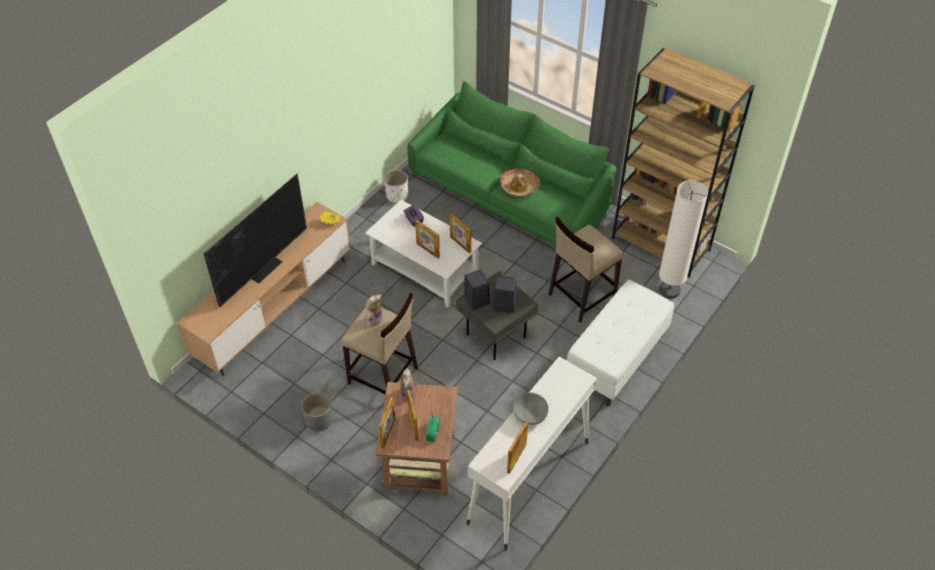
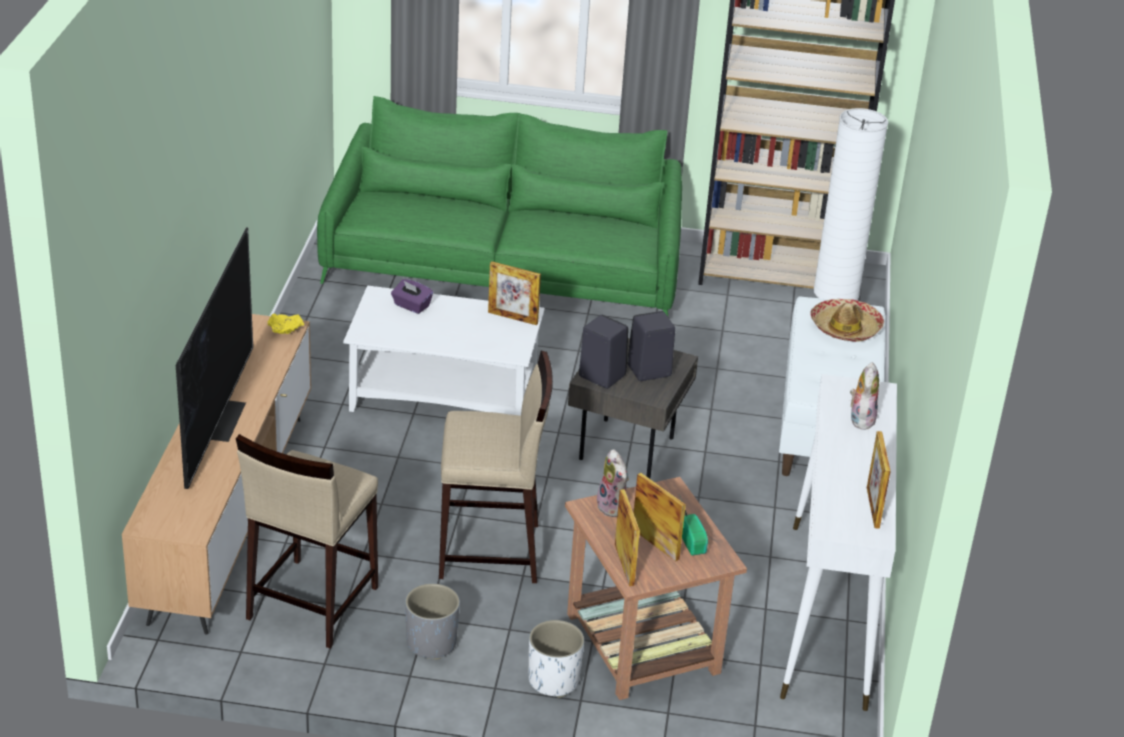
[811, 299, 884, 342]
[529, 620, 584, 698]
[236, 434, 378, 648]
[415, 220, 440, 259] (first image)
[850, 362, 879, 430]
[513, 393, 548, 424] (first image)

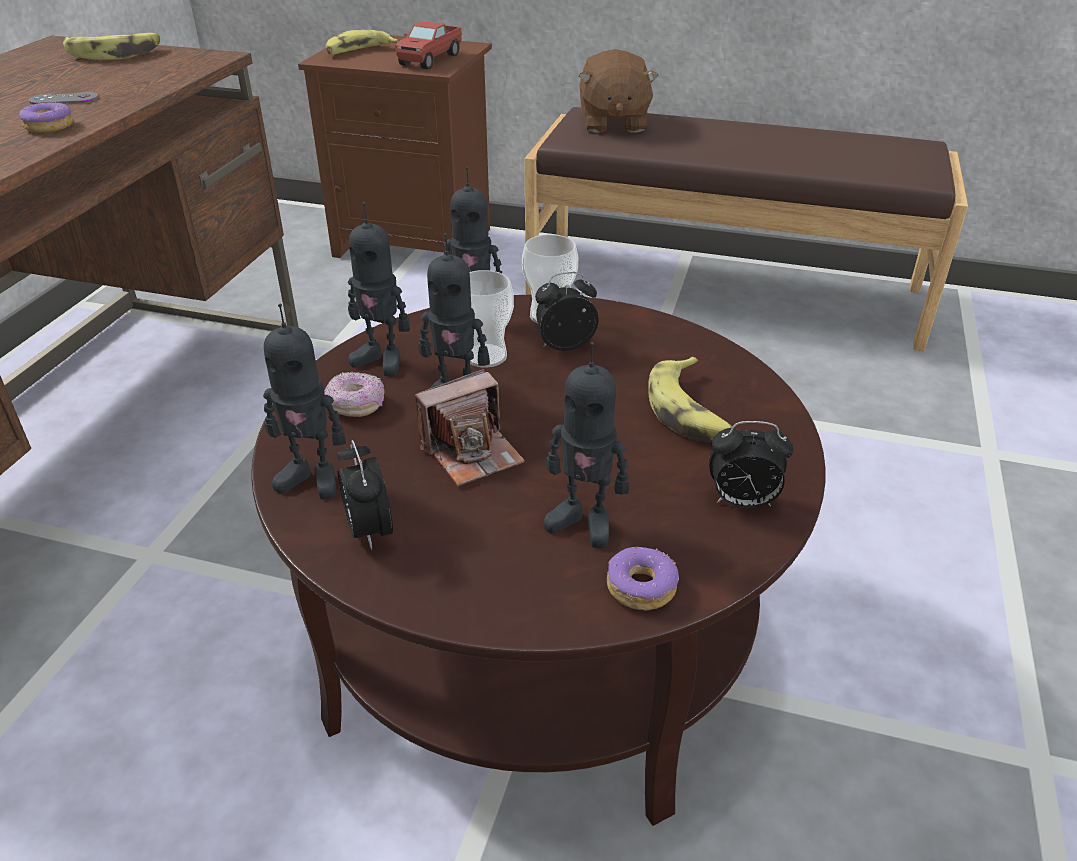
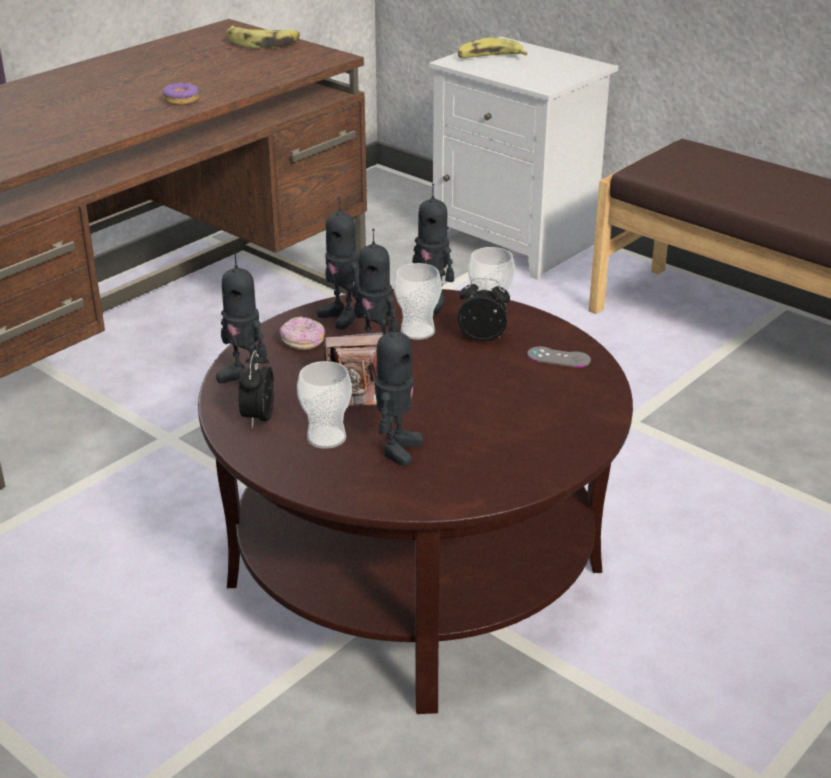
[395, 21, 462, 69] (first image)
[429, 37, 618, 280]
[579, 49, 659, 133] (first image)
[527, 346, 591, 368]
[375, 315, 424, 466]
[648, 357, 732, 442] (first image)
[709, 421, 793, 508] (first image)
[606, 547, 679, 611] (first image)
[297, 361, 352, 449]

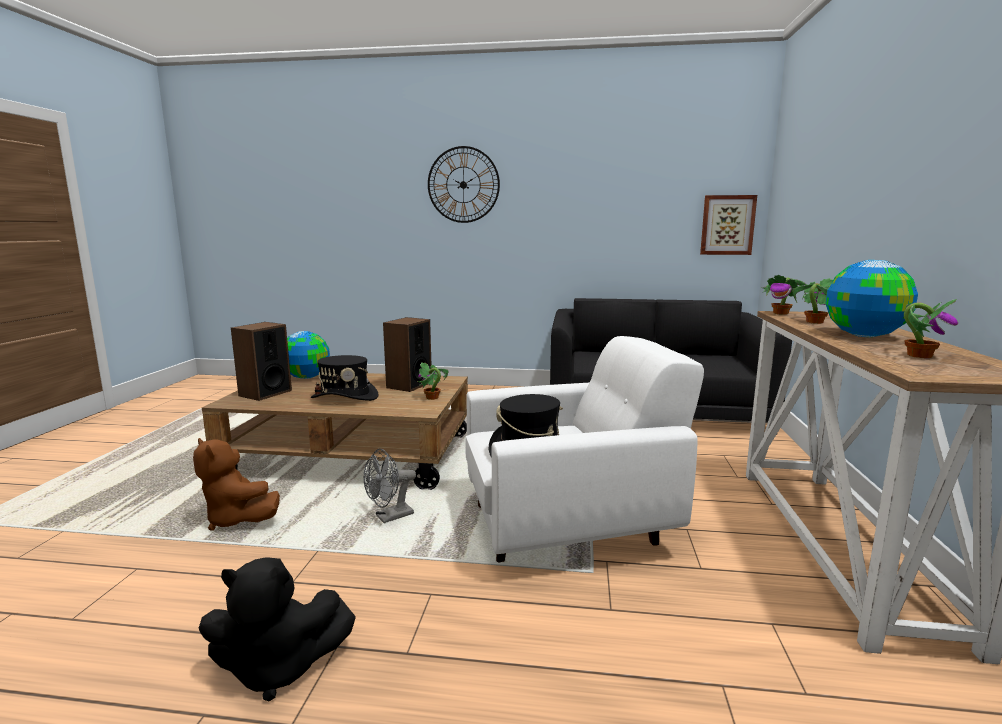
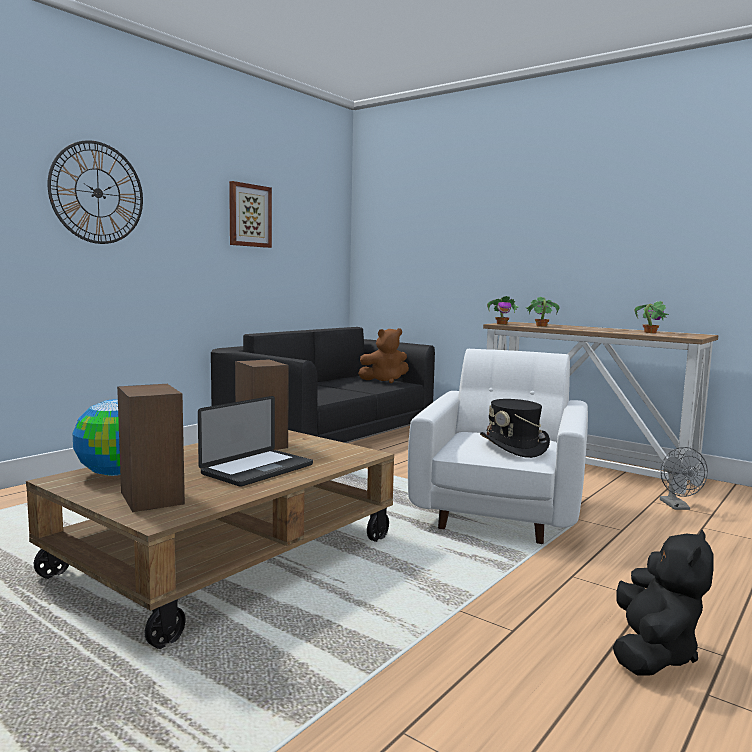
[229, 181, 272, 248]
[825, 260, 918, 337] (first image)
[198, 396, 313, 487]
[417, 362, 448, 400] (first image)
[358, 328, 409, 383]
[660, 447, 708, 510]

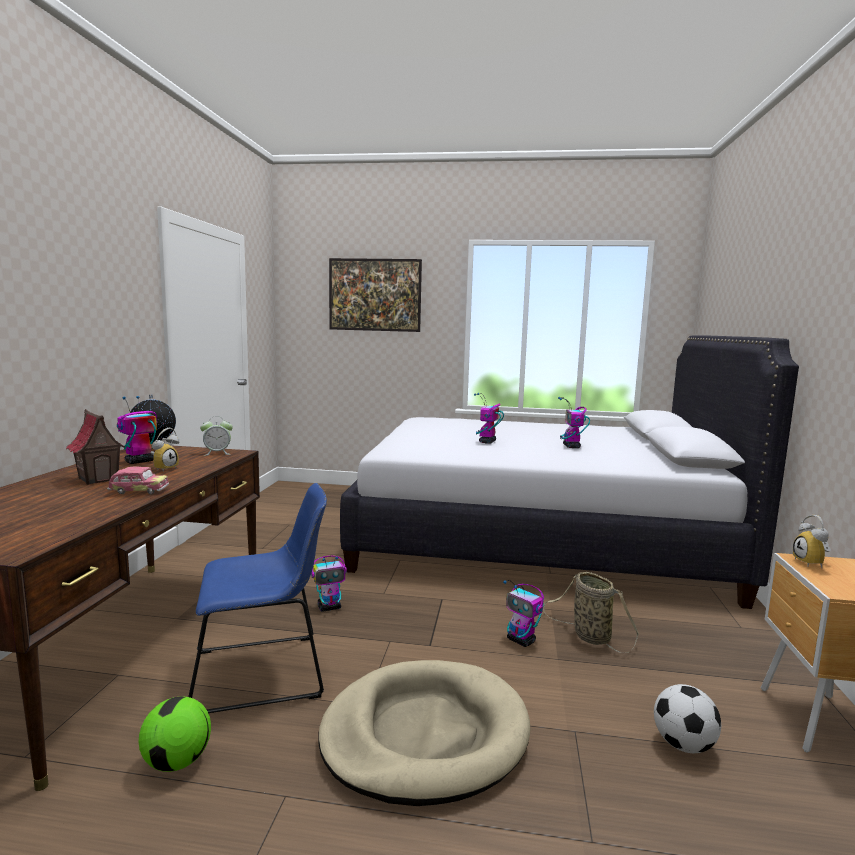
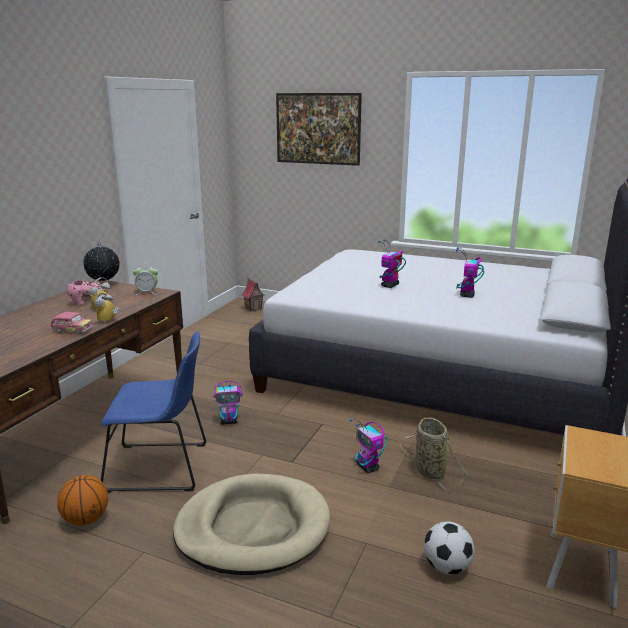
[66, 280, 102, 306]
[241, 277, 265, 312]
[94, 289, 119, 324]
[57, 475, 108, 526]

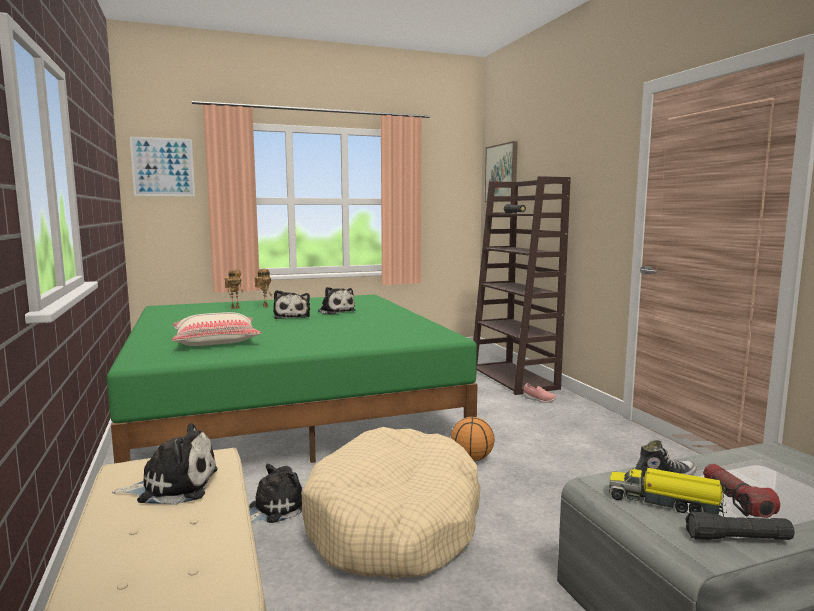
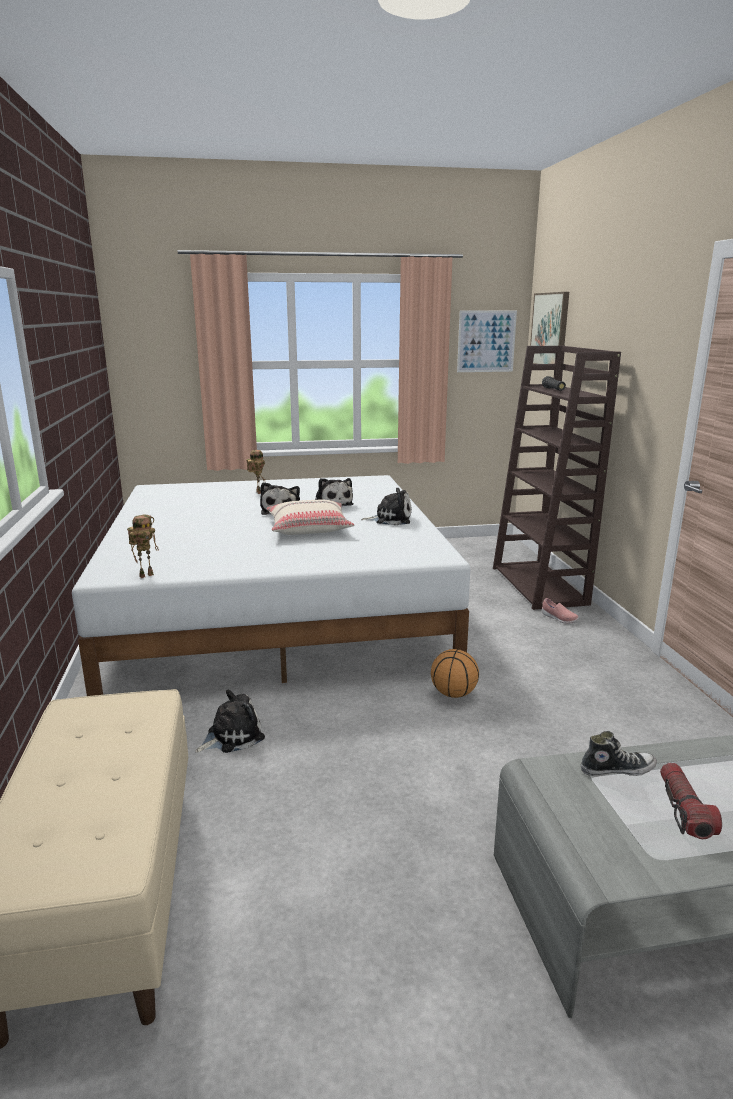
[457, 311, 517, 372]
[127, 515, 159, 578]
[72, 475, 470, 696]
[266, 500, 354, 535]
[361, 488, 412, 525]
[302, 427, 481, 579] (first image)
[609, 468, 727, 517] (first image)
[686, 512, 794, 540] (first image)

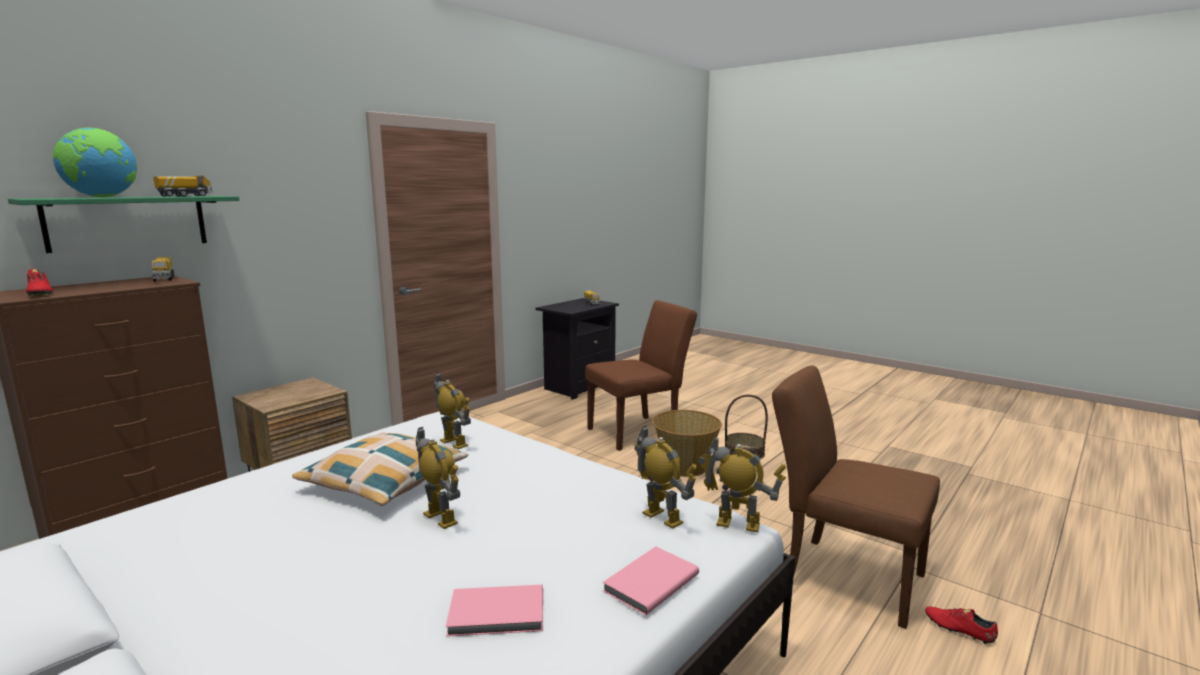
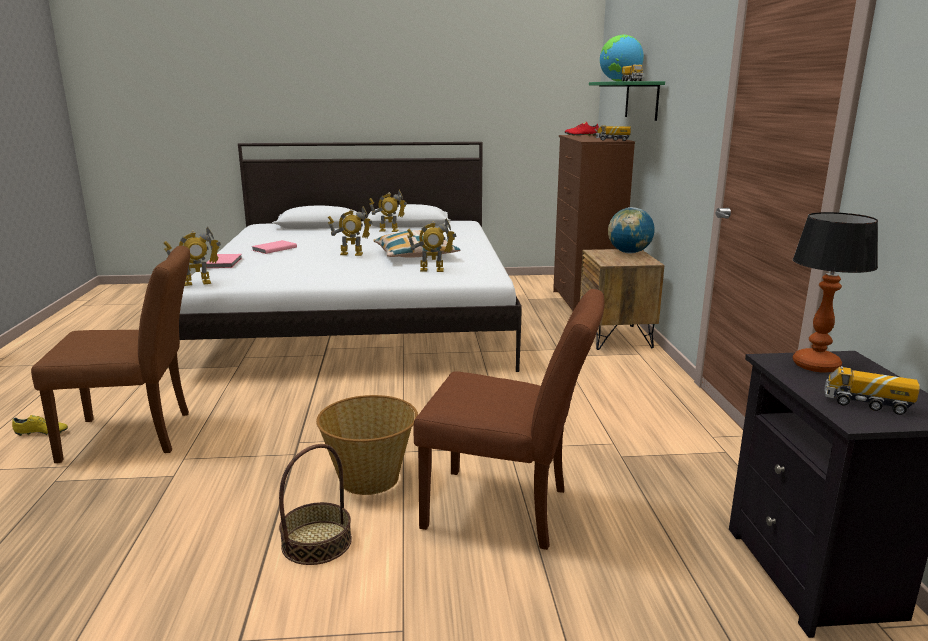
[413, 289, 604, 550]
[369, 190, 407, 232]
[12, 415, 68, 436]
[608, 207, 655, 254]
[792, 212, 878, 373]

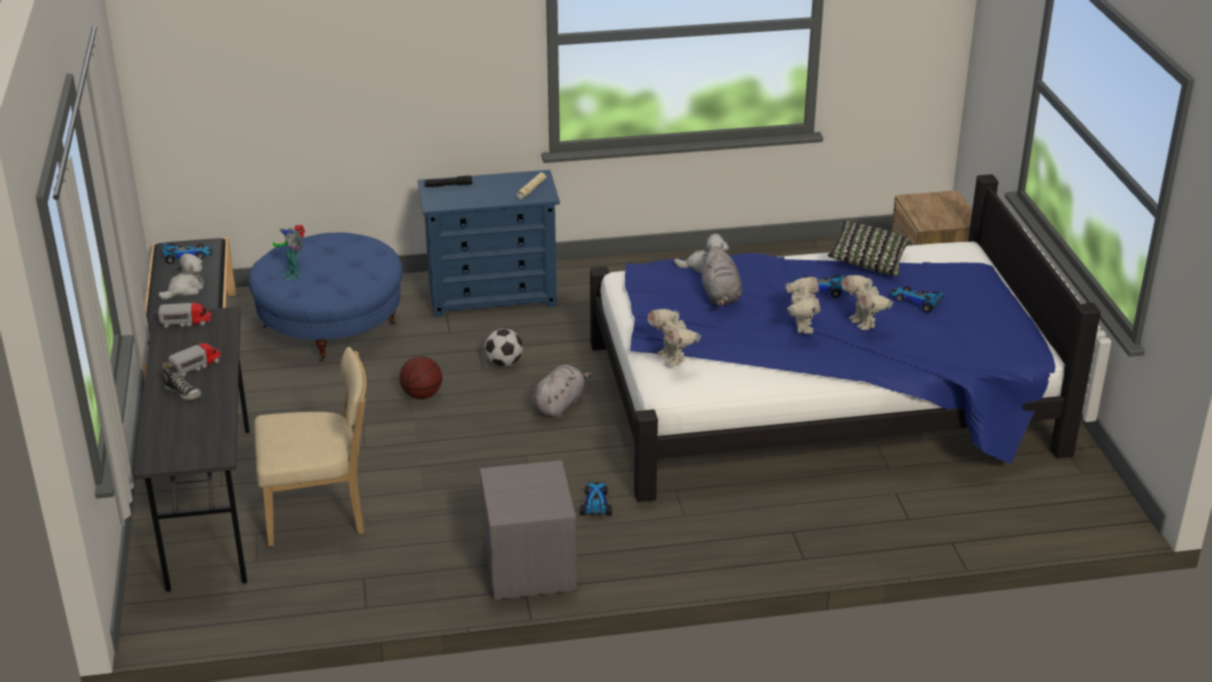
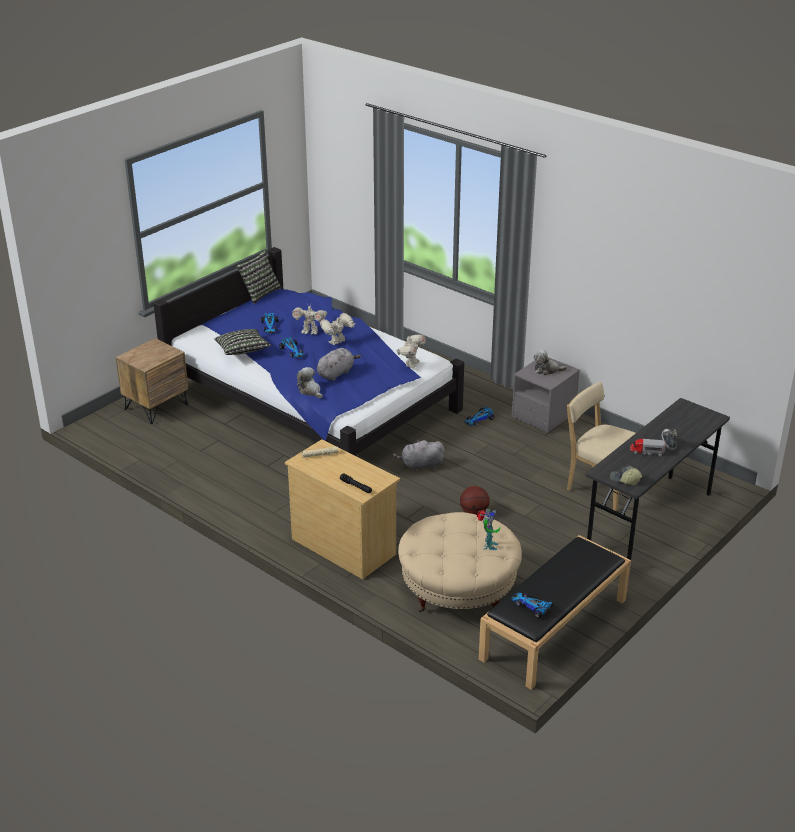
[285, 439, 400, 579]
[398, 512, 522, 612]
[533, 349, 567, 375]
[292, 306, 327, 335]
[610, 466, 642, 485]
[484, 328, 523, 367] (first image)
[236, 250, 282, 304]

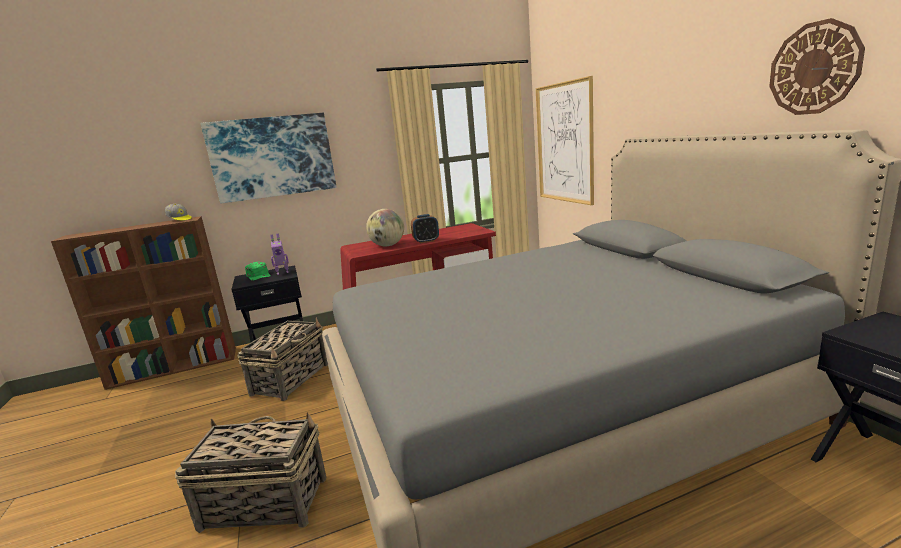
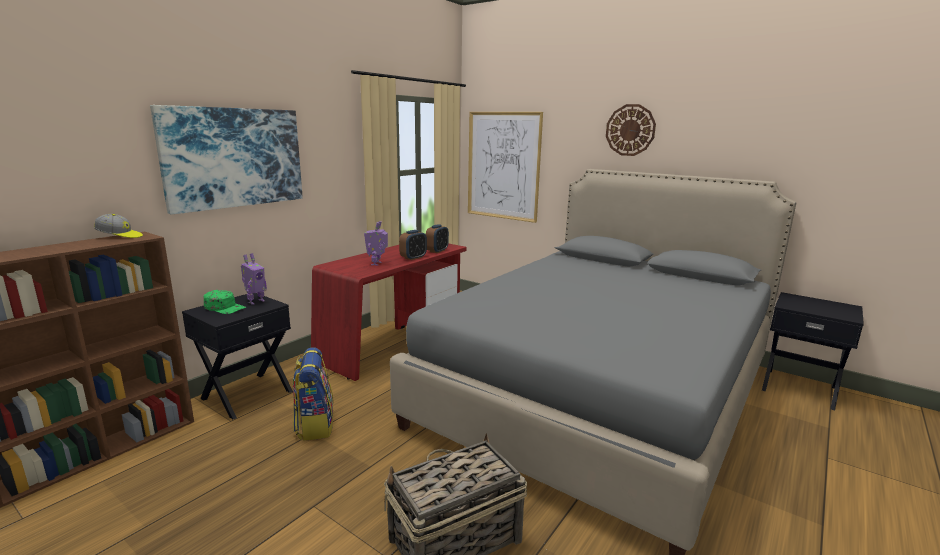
[606, 104, 656, 156]
[364, 221, 388, 266]
[293, 347, 334, 441]
[426, 224, 449, 253]

